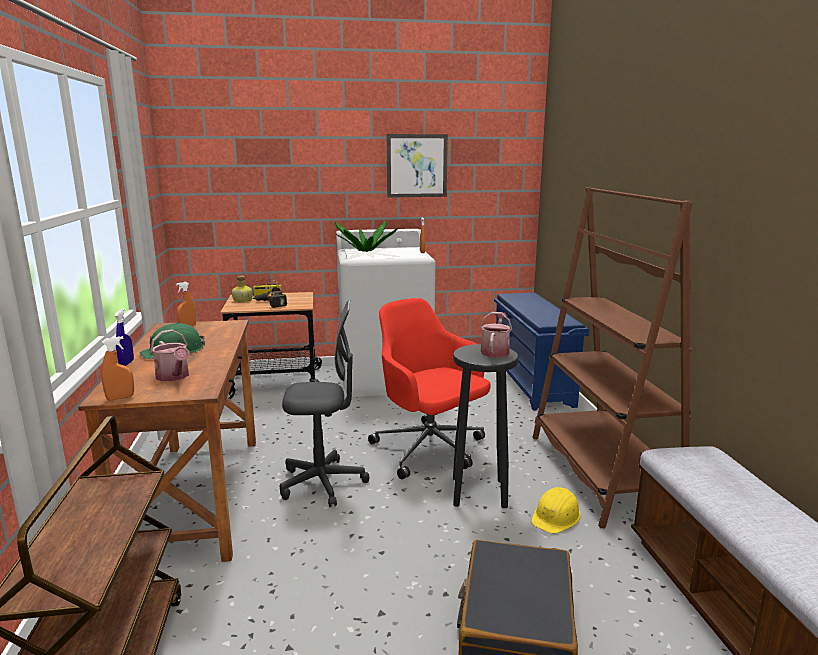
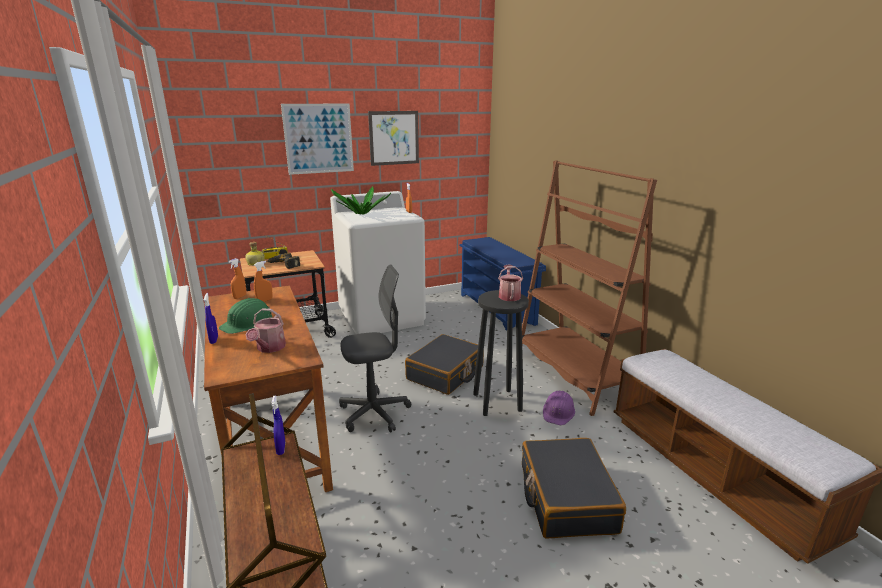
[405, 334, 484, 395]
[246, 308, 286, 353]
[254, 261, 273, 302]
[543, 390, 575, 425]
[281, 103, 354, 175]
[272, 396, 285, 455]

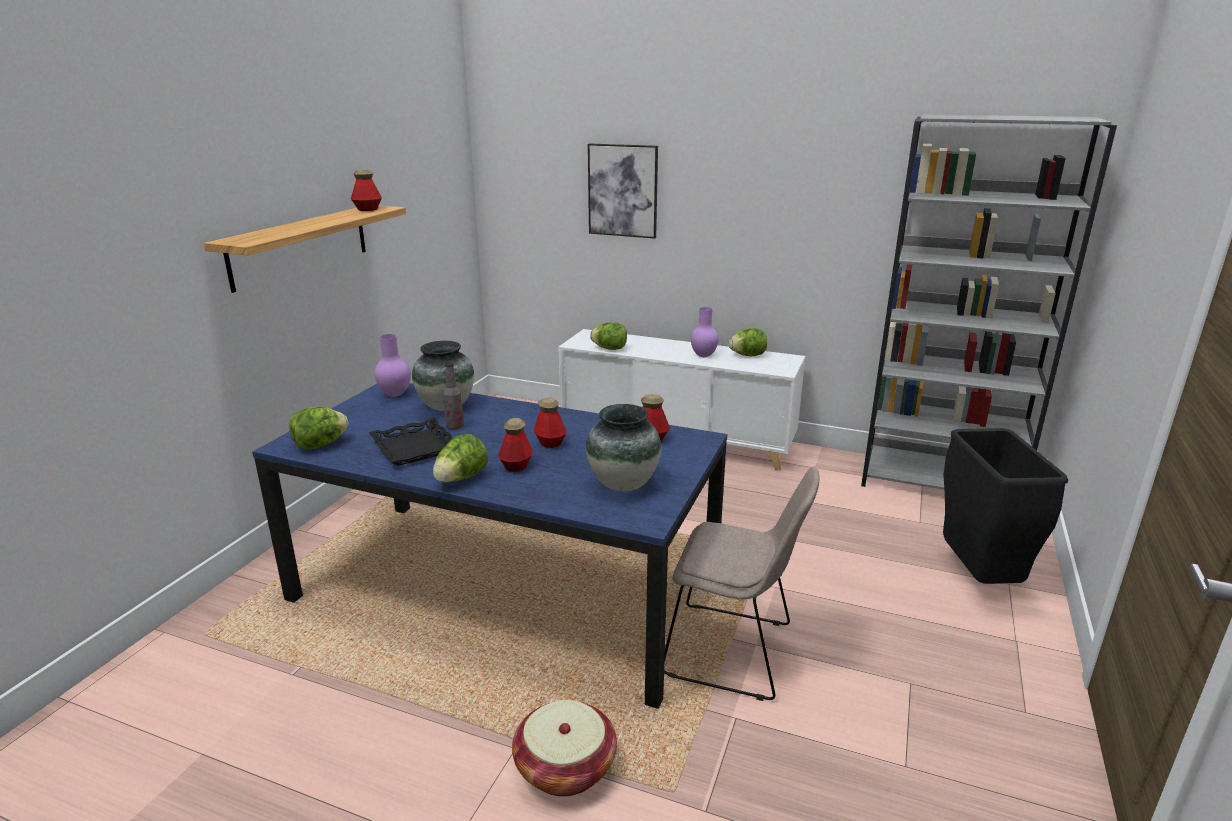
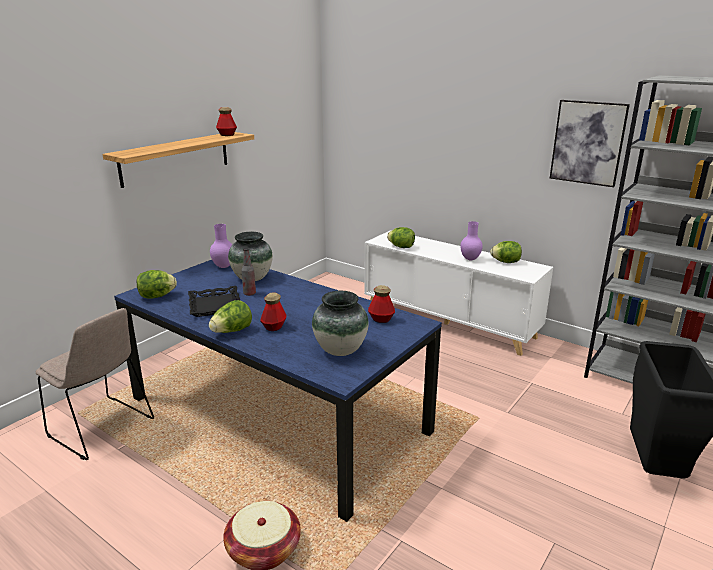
[550, 100, 630, 187]
[534, 397, 567, 448] (first image)
[36, 308, 154, 460]

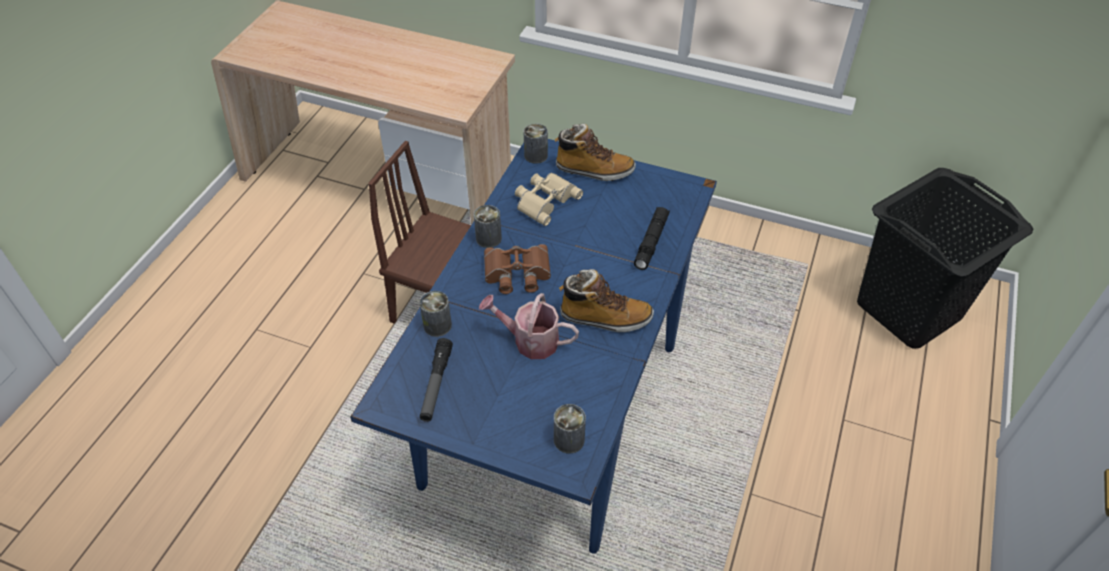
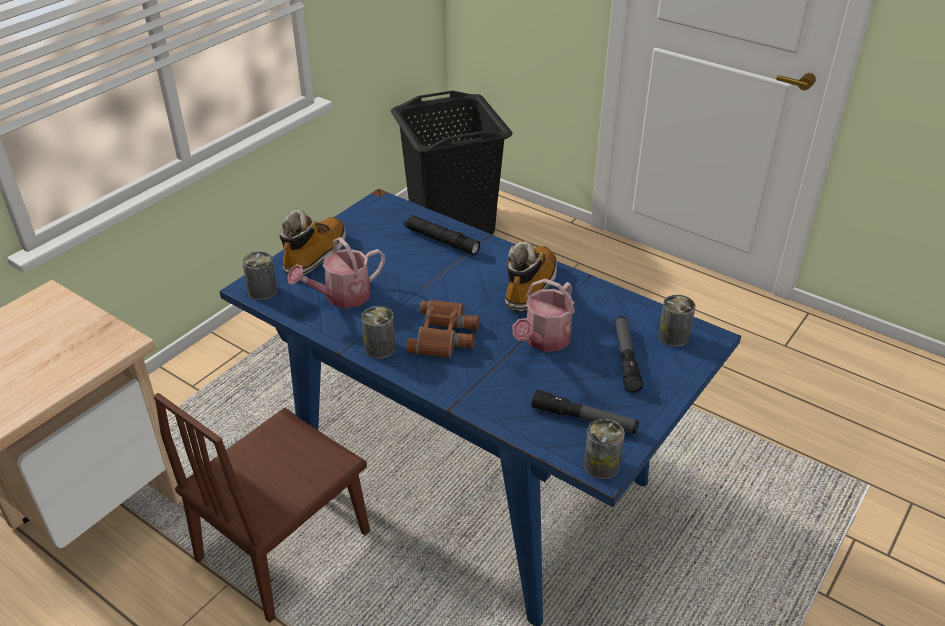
[287, 237, 385, 308]
[584, 419, 625, 479]
[615, 316, 643, 393]

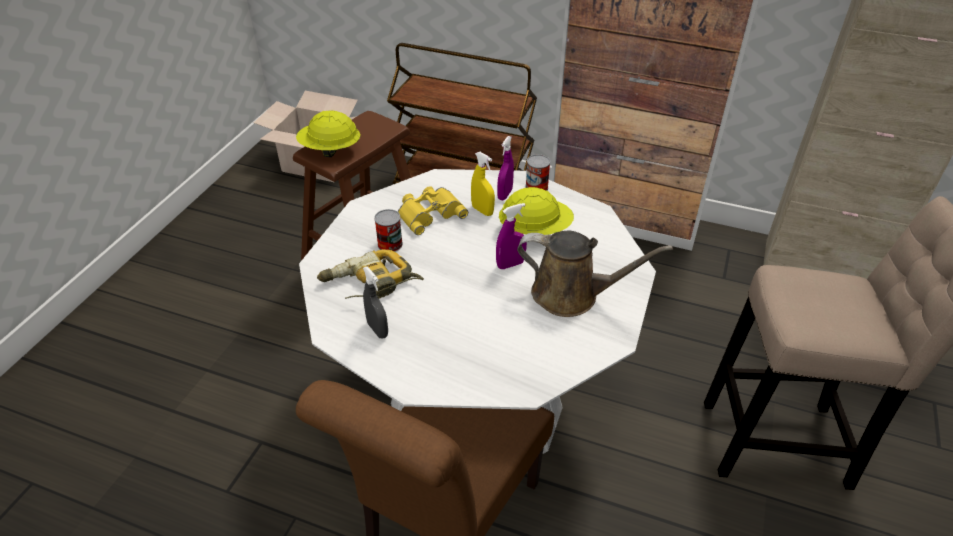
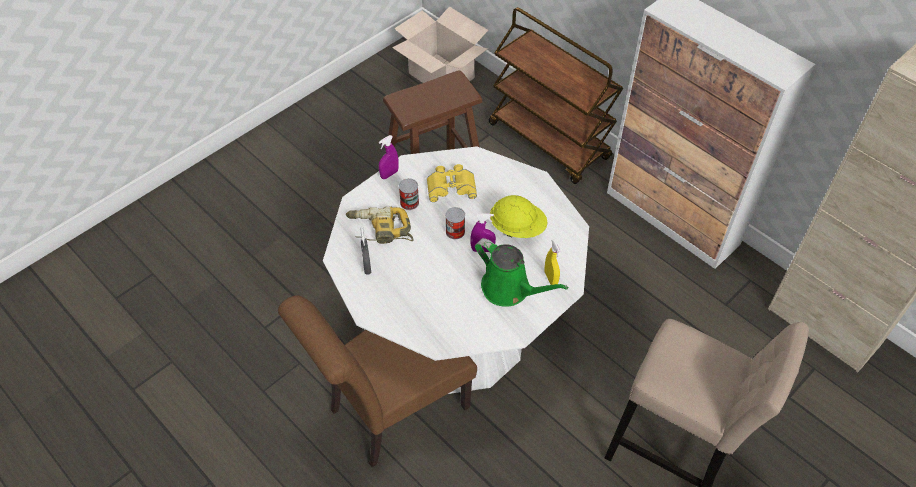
[296, 110, 361, 157] (first image)
[379, 135, 399, 179]
[545, 239, 561, 285]
[445, 207, 465, 239]
[475, 238, 569, 307]

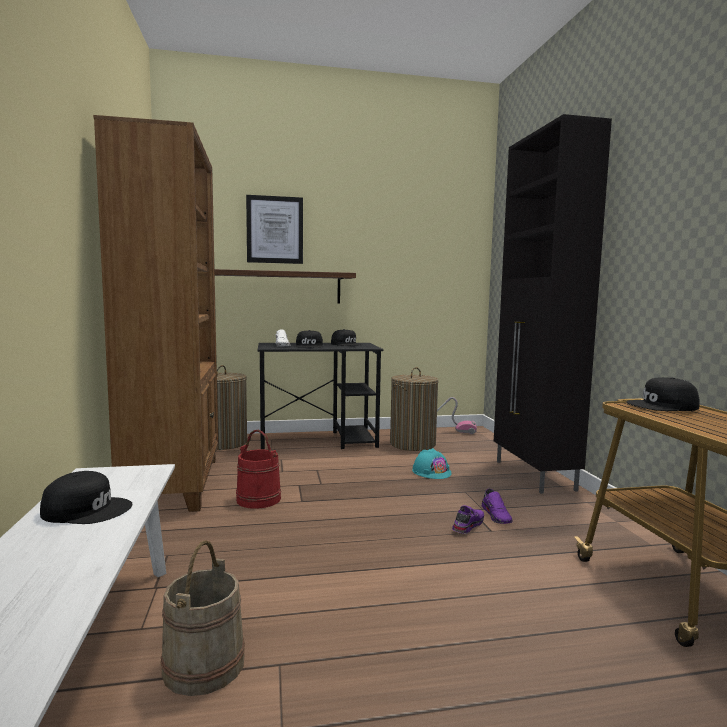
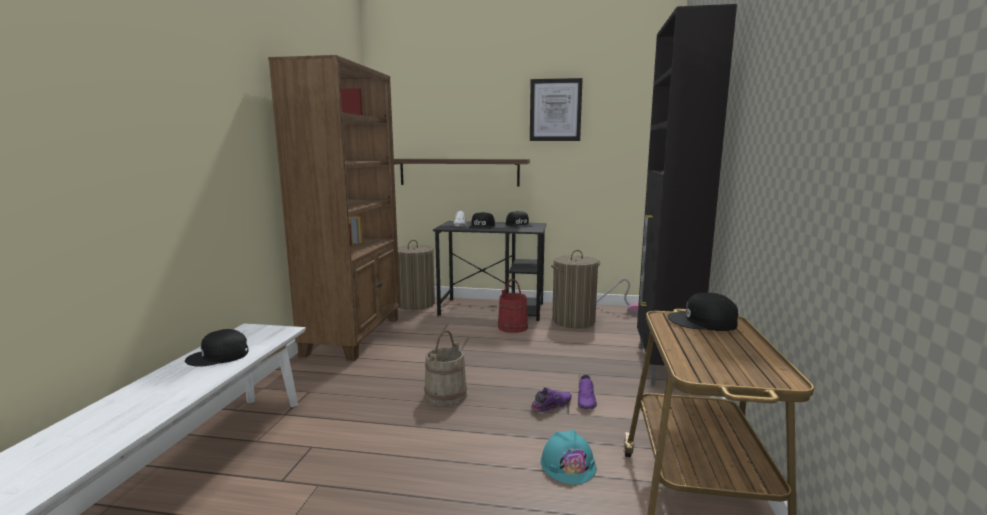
[530, 78, 583, 141]
[498, 279, 528, 333]
[541, 430, 596, 485]
[185, 329, 248, 367]
[424, 330, 467, 407]

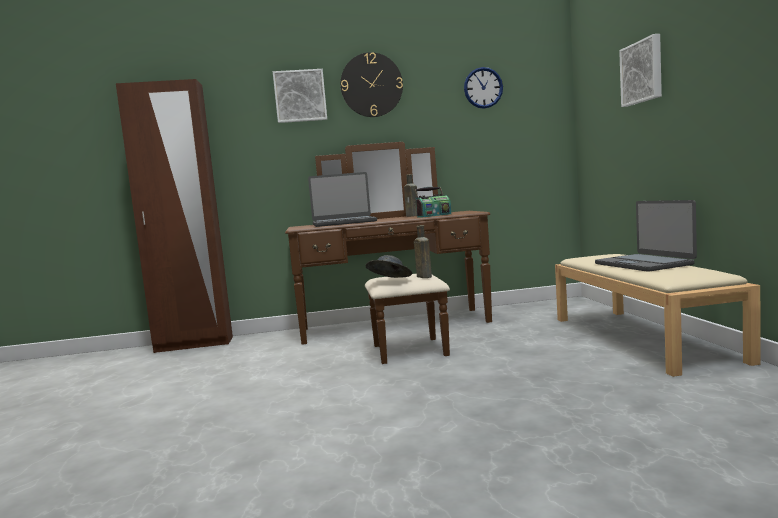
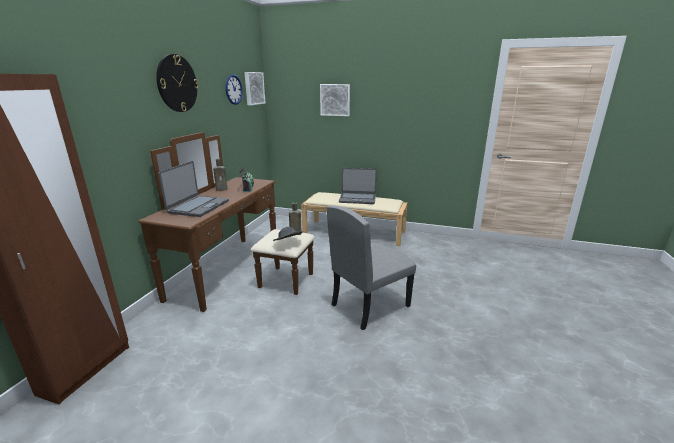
[244, 72, 265, 105]
[327, 206, 416, 330]

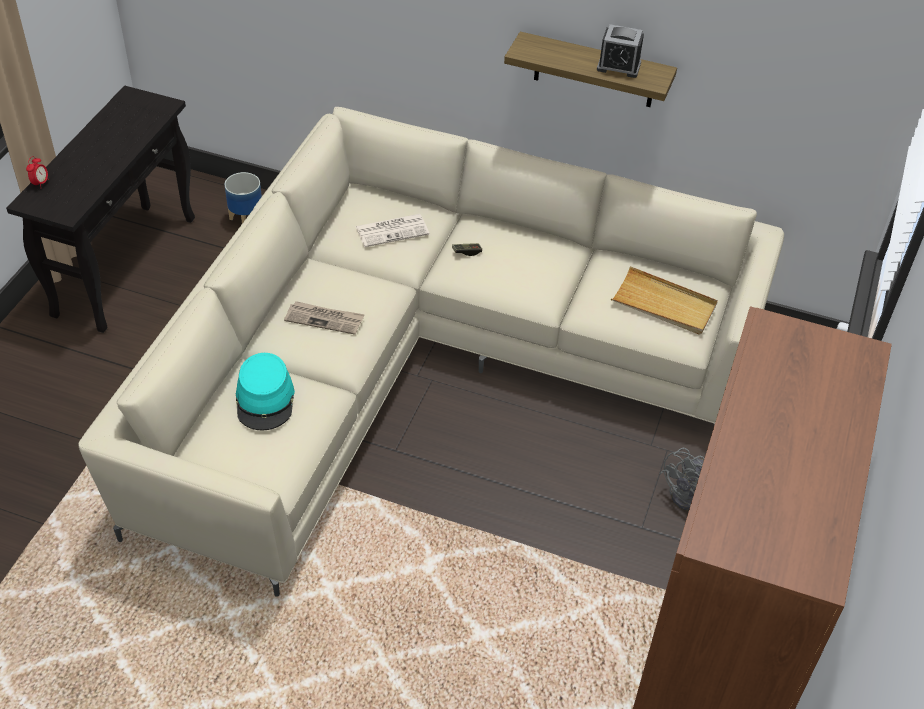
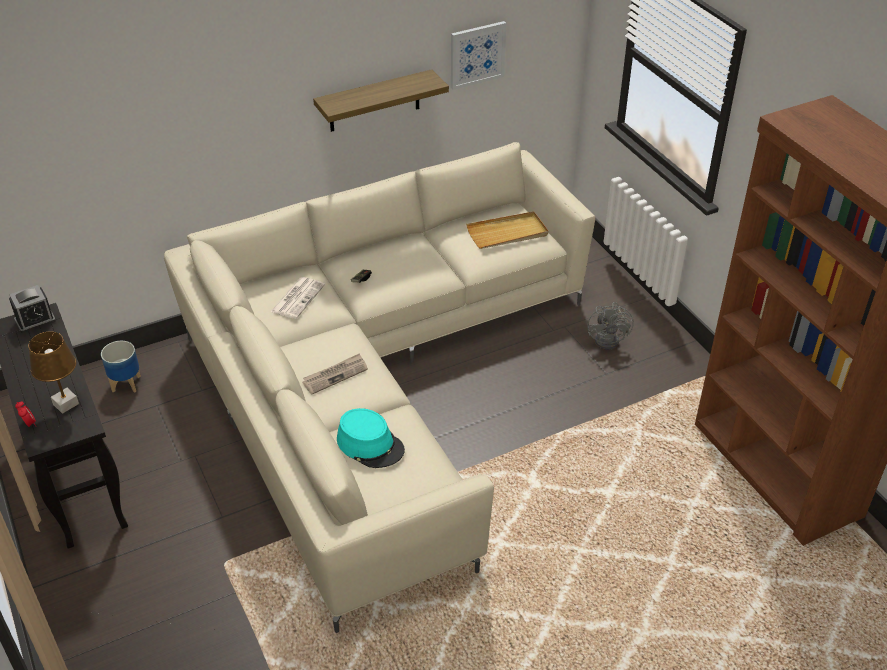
[9, 285, 56, 333]
[451, 21, 506, 90]
[28, 332, 79, 414]

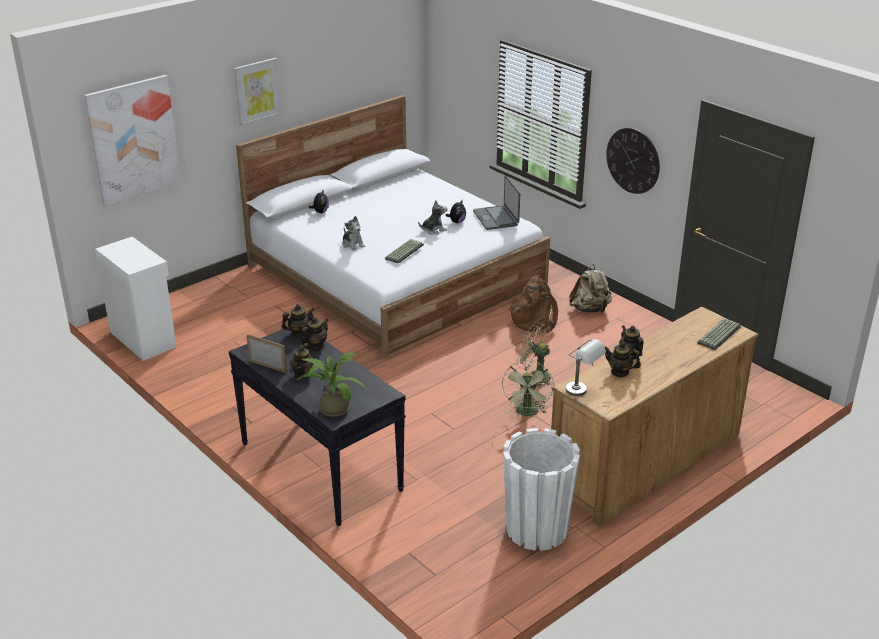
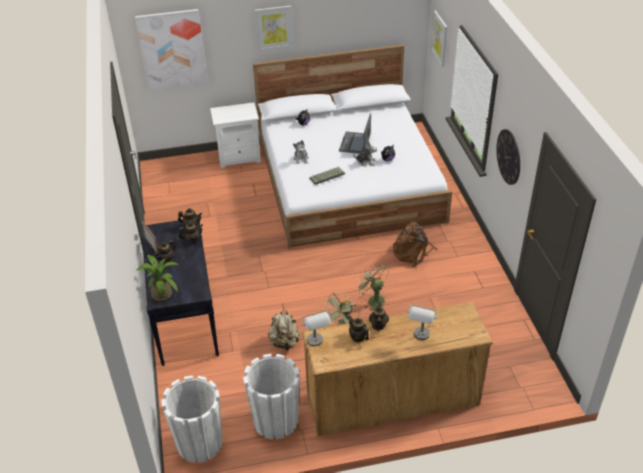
[339, 113, 371, 154]
[95, 237, 176, 361] (first image)
[268, 310, 300, 351]
[697, 318, 741, 350] (first image)
[431, 11, 447, 67]
[210, 102, 261, 168]
[407, 304, 438, 340]
[161, 375, 222, 463]

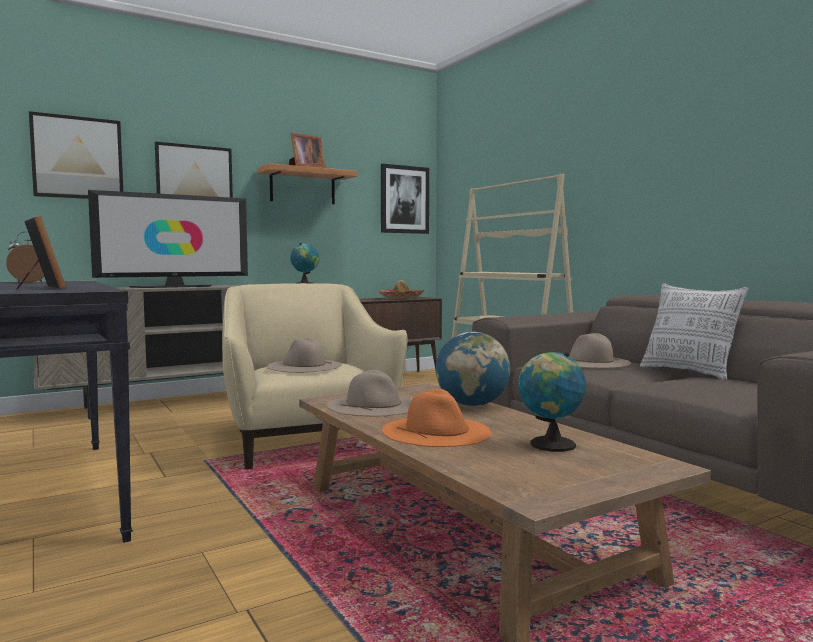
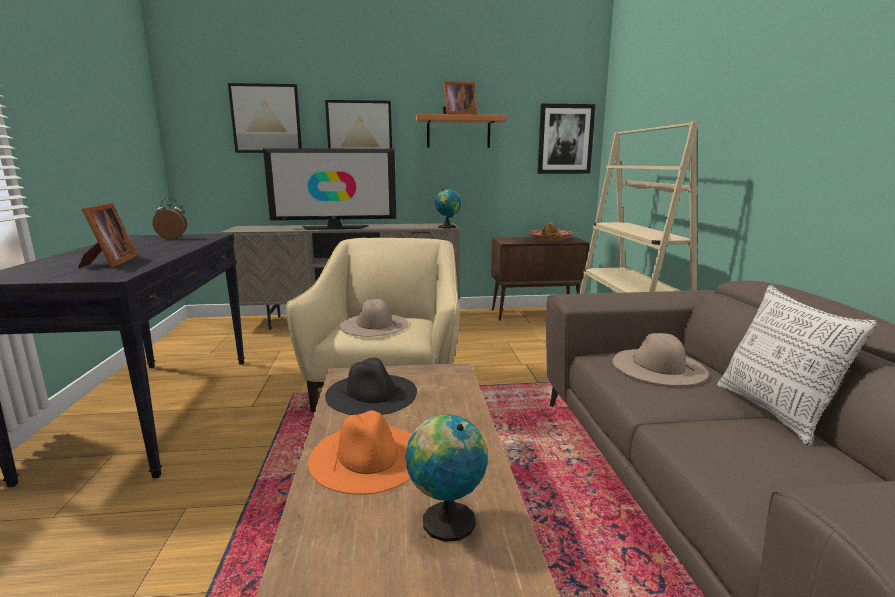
[436, 332, 510, 406] (first image)
[325, 358, 417, 415]

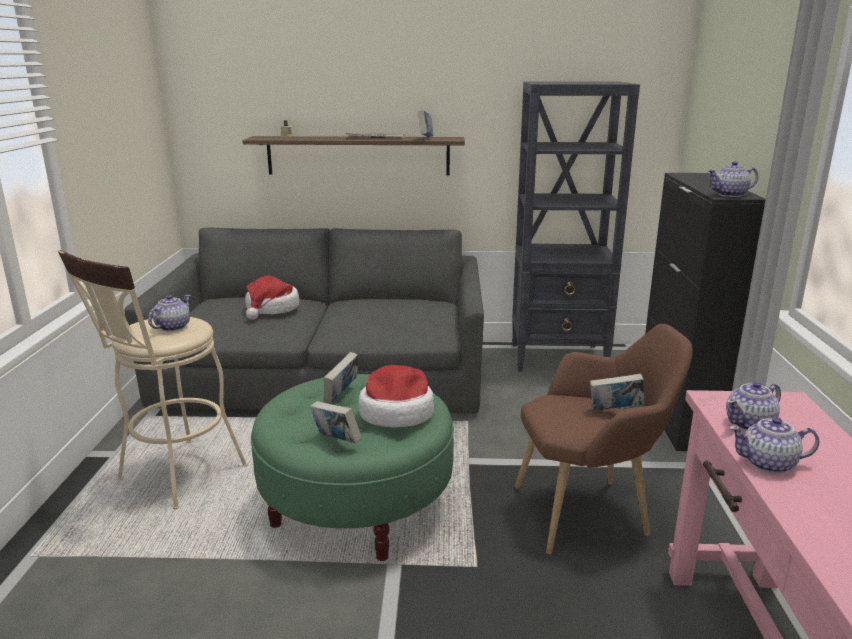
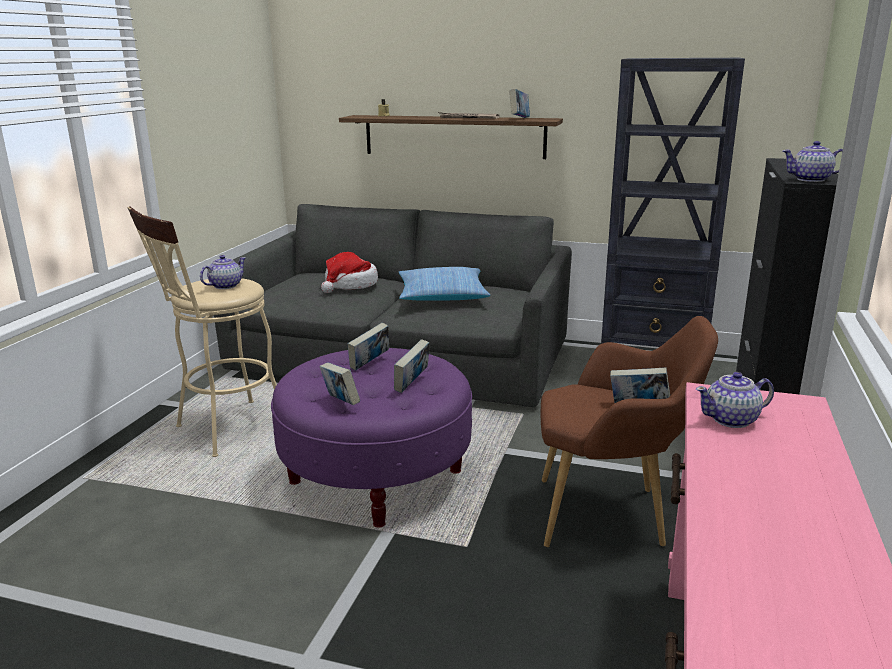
[394, 340, 430, 393]
[271, 348, 472, 528]
[729, 417, 819, 473] (first image)
[399, 267, 490, 301]

